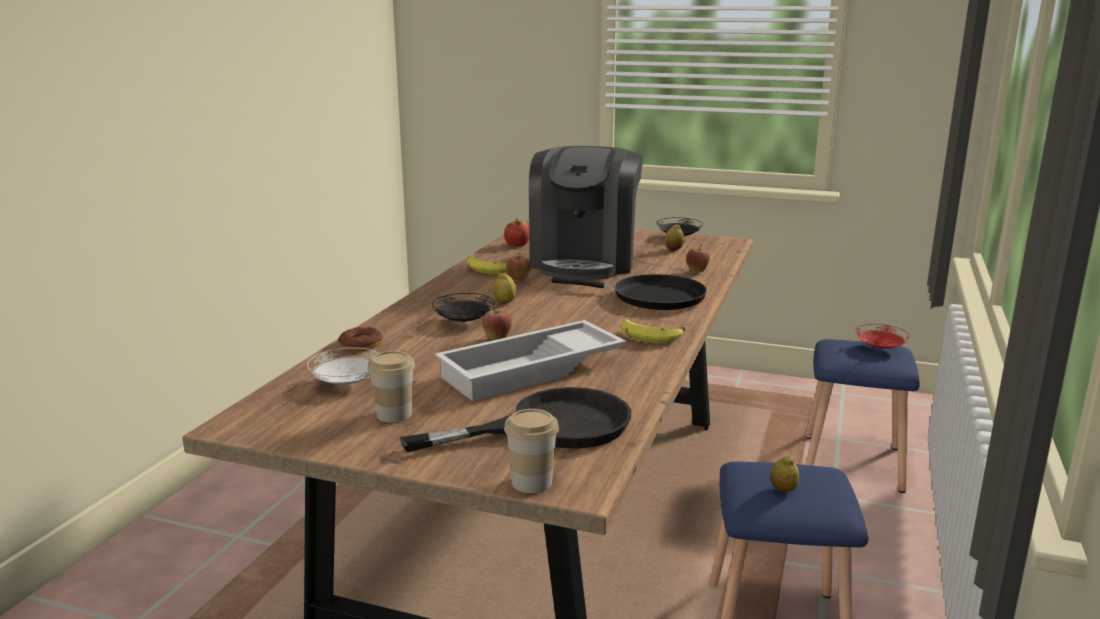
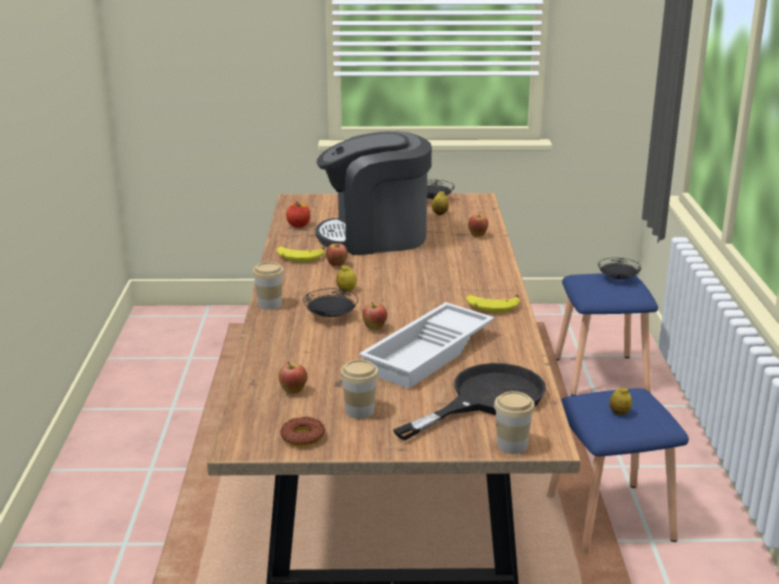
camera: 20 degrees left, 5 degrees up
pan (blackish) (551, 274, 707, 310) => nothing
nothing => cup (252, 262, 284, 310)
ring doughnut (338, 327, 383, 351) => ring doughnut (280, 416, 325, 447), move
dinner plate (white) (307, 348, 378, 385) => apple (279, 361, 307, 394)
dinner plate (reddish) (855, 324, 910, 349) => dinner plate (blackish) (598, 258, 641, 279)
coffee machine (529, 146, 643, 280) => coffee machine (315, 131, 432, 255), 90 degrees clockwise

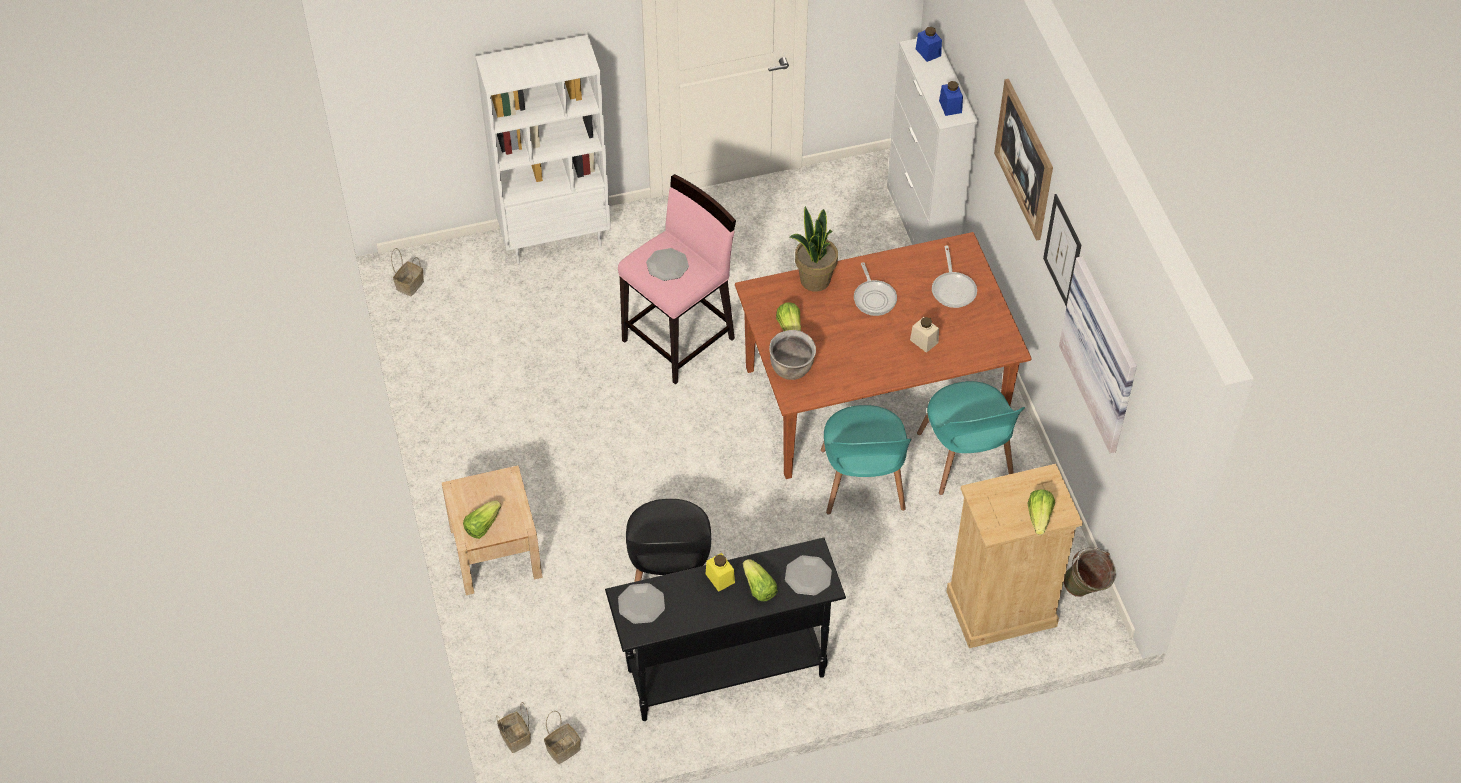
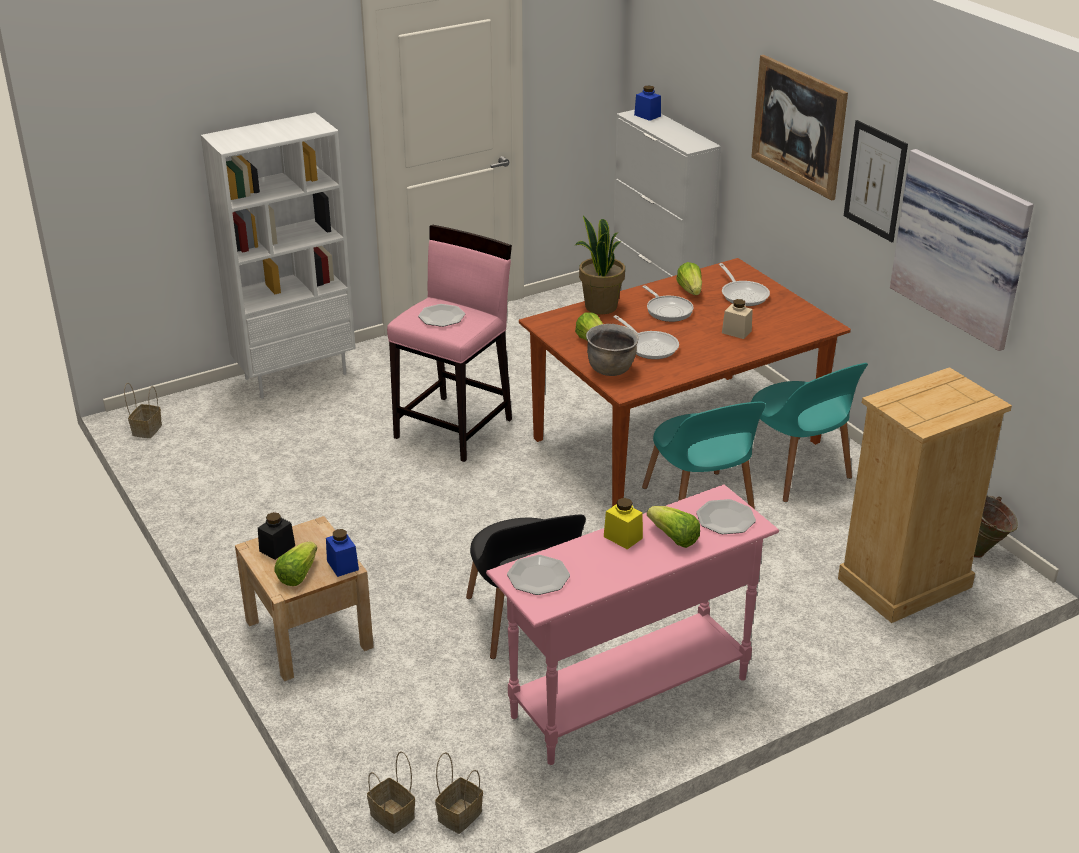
camera: 15 degrees left, 20 degrees down
nothing => storage jar (blackish) (258, 512, 295, 560)
nothing => pan (614, 315, 679, 359)
storage jar (blue-coloured) (939, 81, 963, 116) => storage jar (blue-coloured) (326, 529, 359, 577), move
head of lettuce (1027, 489, 1055, 535) => head of lettuce (676, 262, 702, 295), move
console table (blackish) (605, 537, 846, 721) => console table (pink) (486, 484, 779, 765)

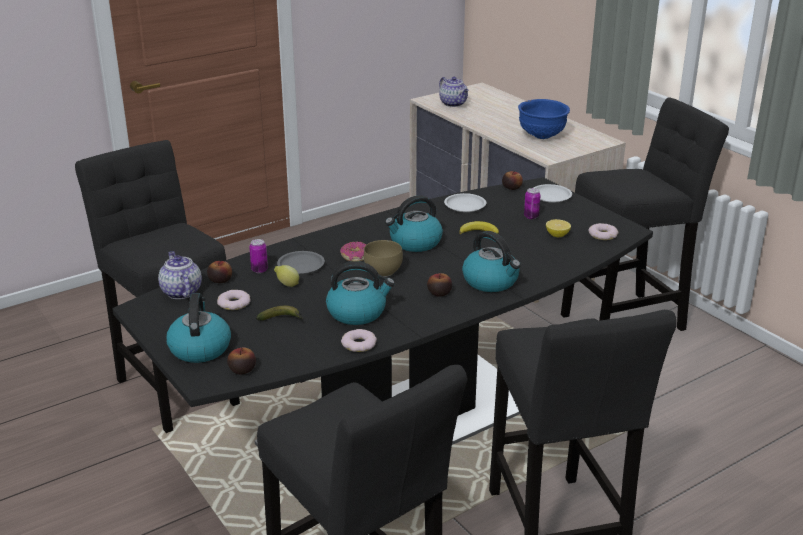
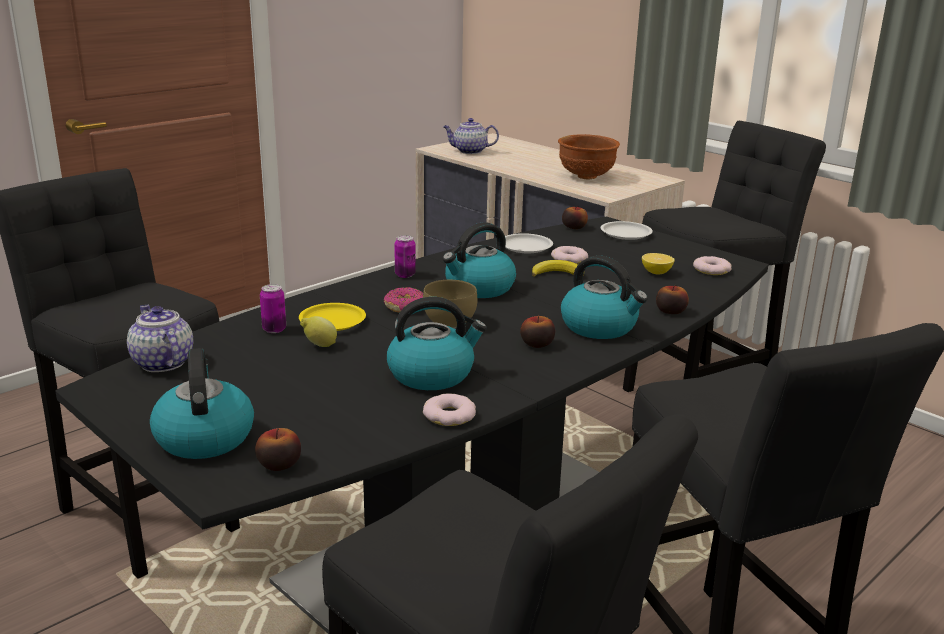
camera: 10 degrees left, 5 degrees down
banana (256, 306, 303, 320) => nothing
apple (207, 261, 232, 283) => apple (656, 285, 689, 314), move
ring doughnut (217, 290, 251, 310) => ring doughnut (551, 246, 588, 264), move
metal can (524, 188, 541, 219) => metal can (394, 235, 416, 278), move
dinner plate (gray) (277, 251, 325, 274) => dinner plate (yellowish) (299, 303, 366, 331)
serving bowl (blue-coloured) (518, 99, 570, 139) => serving bowl (brown) (558, 134, 620, 179)
pot for tea (439, 77, 469, 107) => pot for tea (443, 118, 499, 154), 135 degrees clockwise

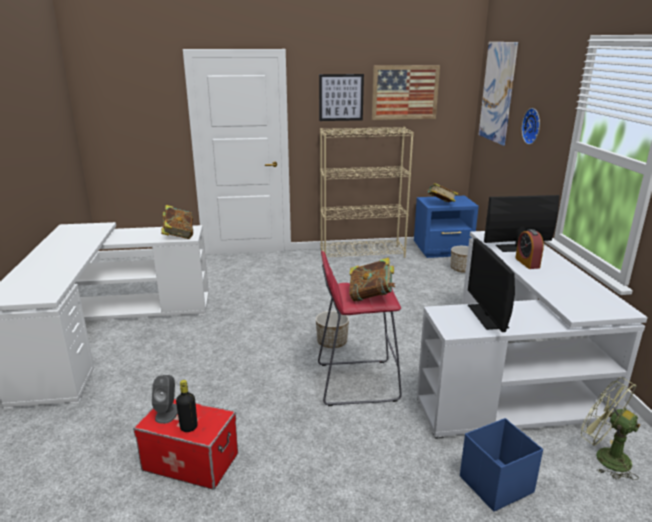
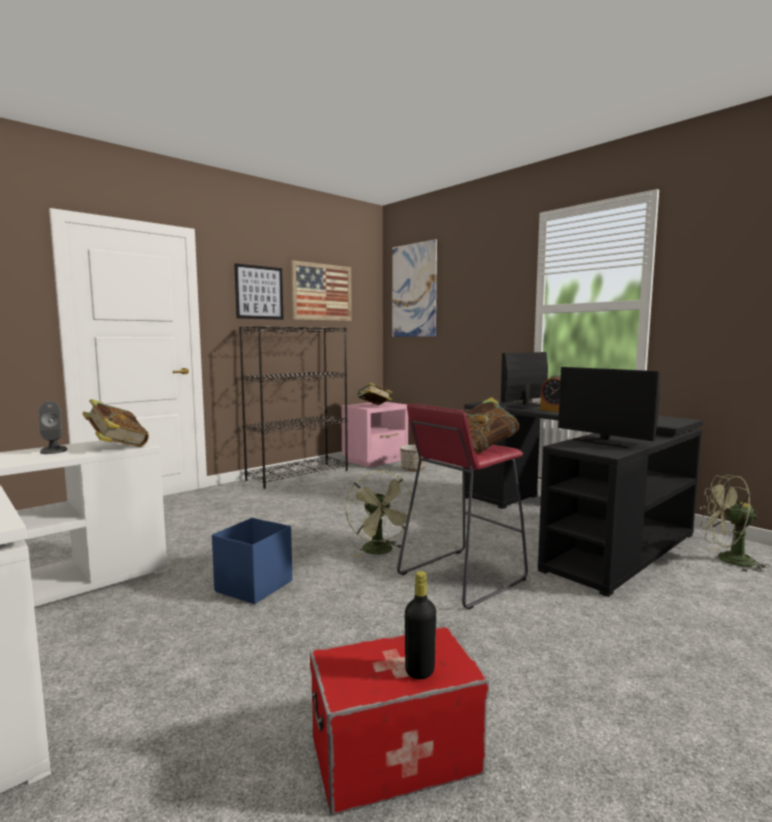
camera: 35 degrees left, 15 degrees down
wall clock (522, 108, 540, 144) => nothing
speaker (gray) (152, 375, 178, 424) => speaker (gray) (39, 401, 67, 454), move
storage box (blue-coloured) (460, 418, 543, 512) => storage box (blue-coloured) (212, 518, 292, 604), move
flower pot (316, 311, 349, 348) => fan (greenish) (345, 471, 415, 557)
bookcase (beige) (320, 127, 414, 258) => bookcase (blackish) (239, 326, 348, 489)
nightstand (blue-coloured) (414, 196, 479, 258) => nightstand (pink) (341, 402, 408, 467)
desk unit (white) (417, 231, 648, 439) => desk unit (blackish) (462, 399, 703, 597)

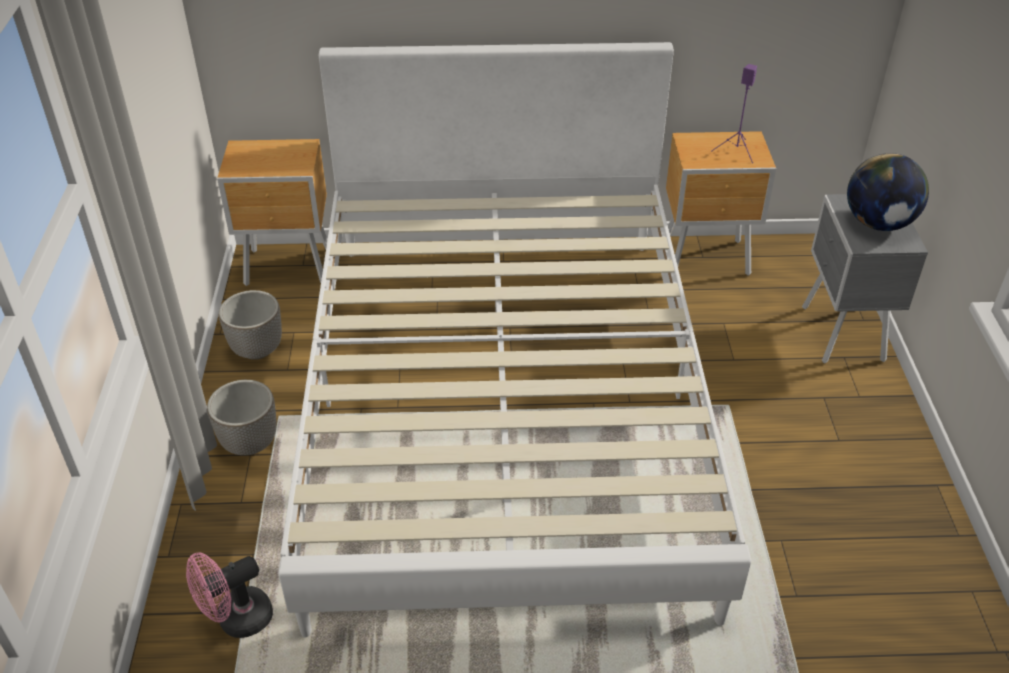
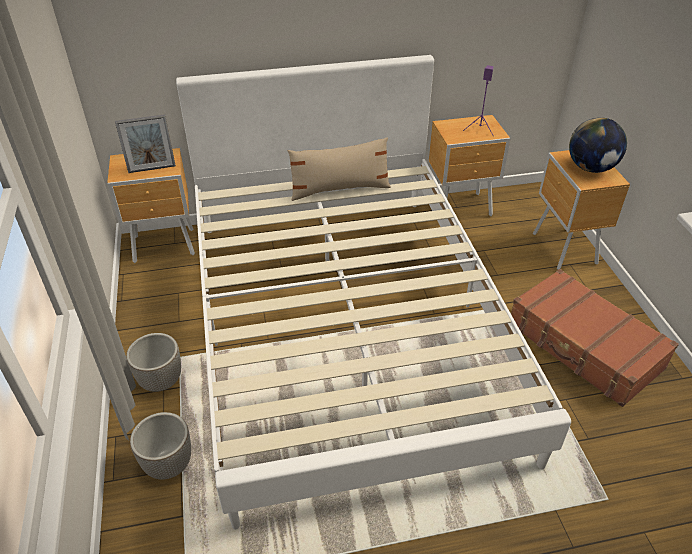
camera: 10 degrees left, 0 degrees up
fan (pink) (186, 552, 273, 638) => nothing
nothing => photo frame (115, 114, 176, 173)
nothing => cushion (beige) (288, 137, 391, 201)
nothing => suitcase (brown) (511, 269, 679, 407)
flower pot (219, 290, 282, 360) => flower pot (130, 412, 191, 479), move
nightstand (gray) (802, 194, 928, 363) => nightstand (brown) (533, 150, 630, 270)

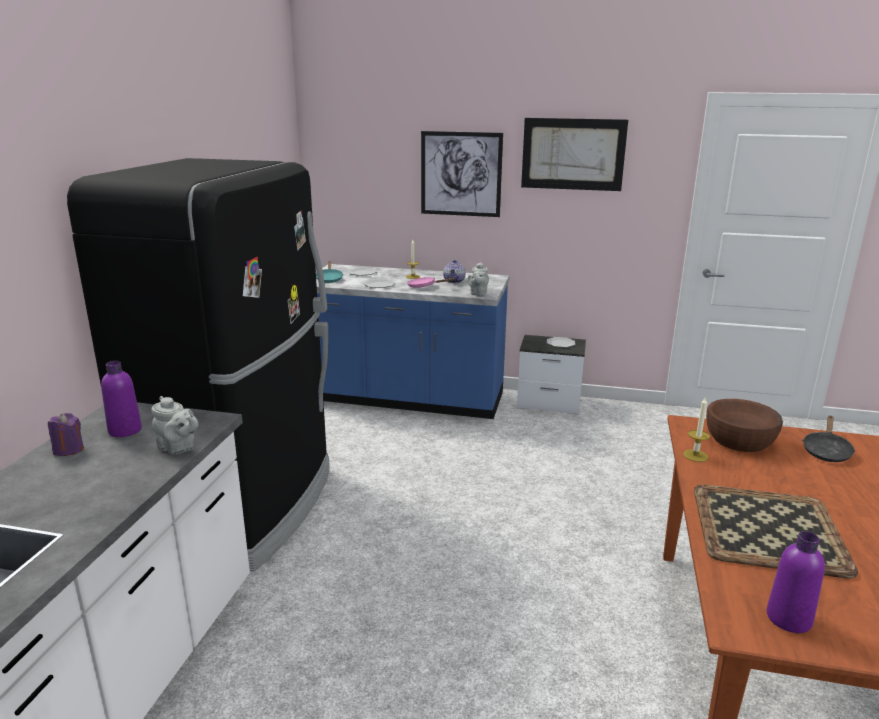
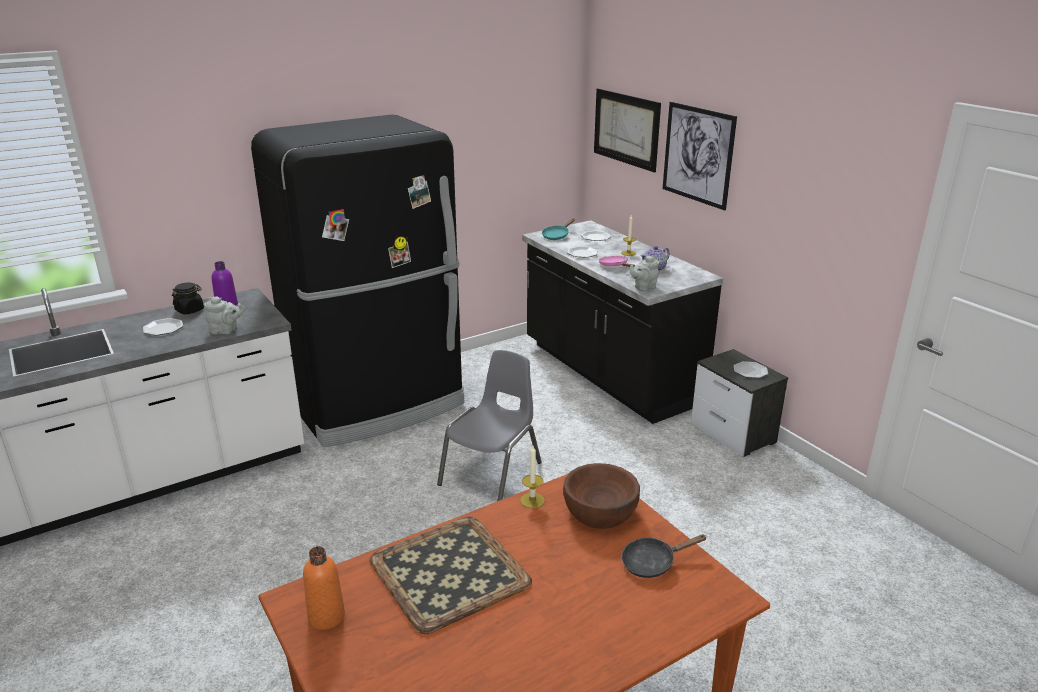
camera: 45 degrees right, 5 degrees up
nothing => dinner plate (143, 318, 183, 336)
nothing => plain chair (gray) (437, 350, 542, 501)
wall art (521, 118, 628, 191) => wall art (594, 88, 661, 172), move
candle (purple) (48, 413, 84, 456) => storage jar (blackish) (172, 283, 204, 315)
kitchen base unit (blue-coloured) (316, 264, 510, 419) => kitchen base unit (blackish) (522, 220, 723, 424)
drink bottle (purple) (767, 531, 825, 633) => drink bottle (orangey) (303, 546, 345, 630)
pot for tea (gray) (152, 396, 199, 454) => pot for tea (gray) (204, 296, 245, 334), 75 degrees counterclockwise

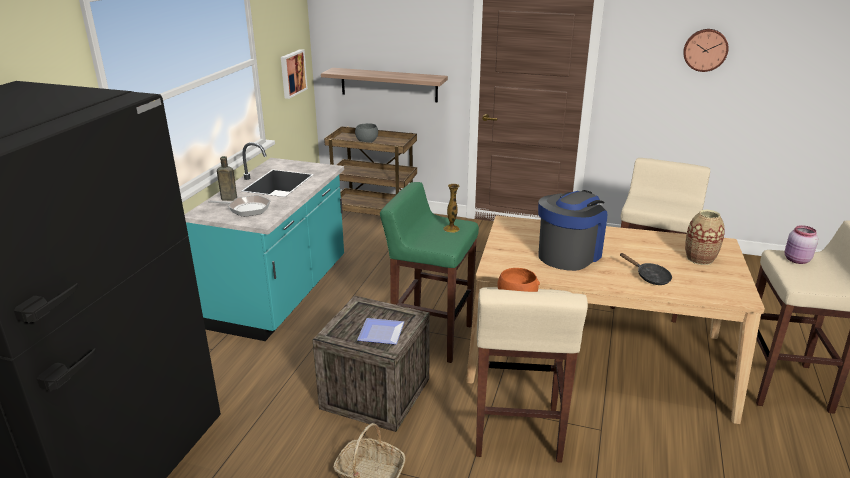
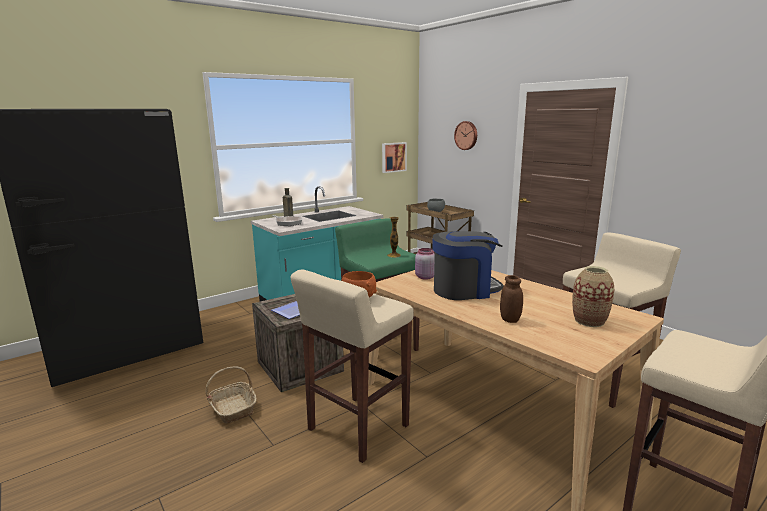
camera: 35 degrees right, 10 degrees down
wall shelf (321, 68, 448, 102) => nothing
wall clock (683, 29, 729, 72) => wall clock (454, 121, 477, 150), move
storage jar (pink) (785, 225, 818, 264) => storage jar (pink) (415, 248, 435, 280), move
pan (blackish) (620, 253, 672, 285) => storage jar (brown) (500, 275, 523, 323)

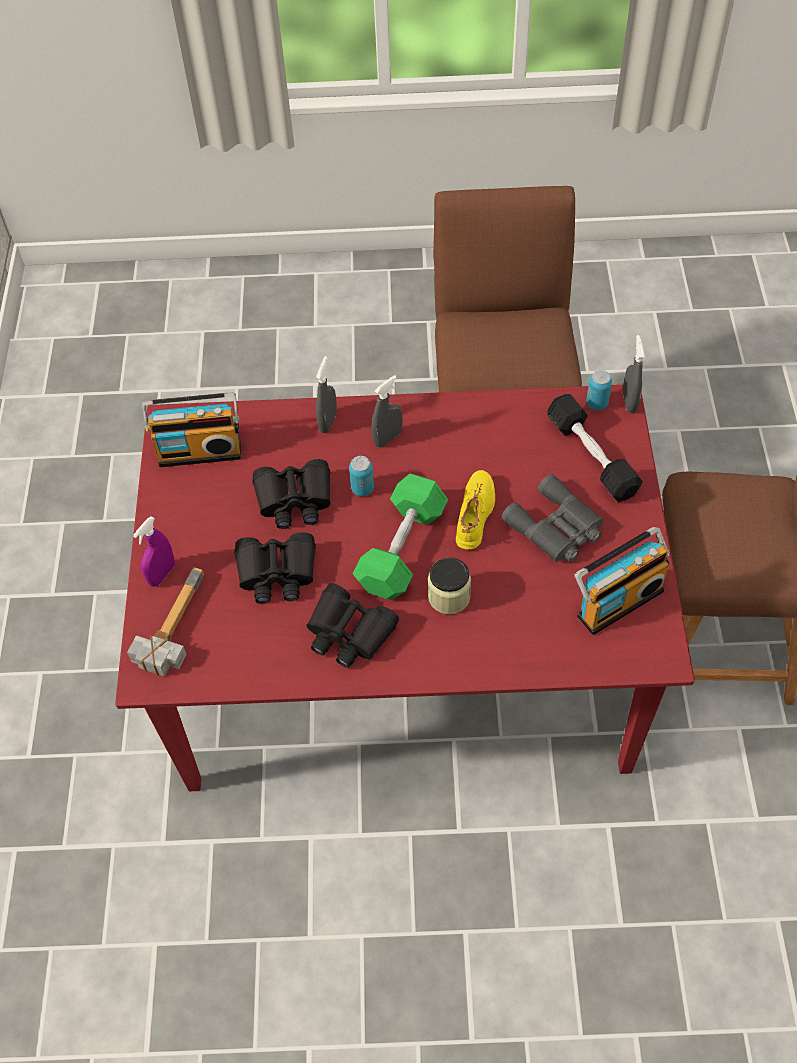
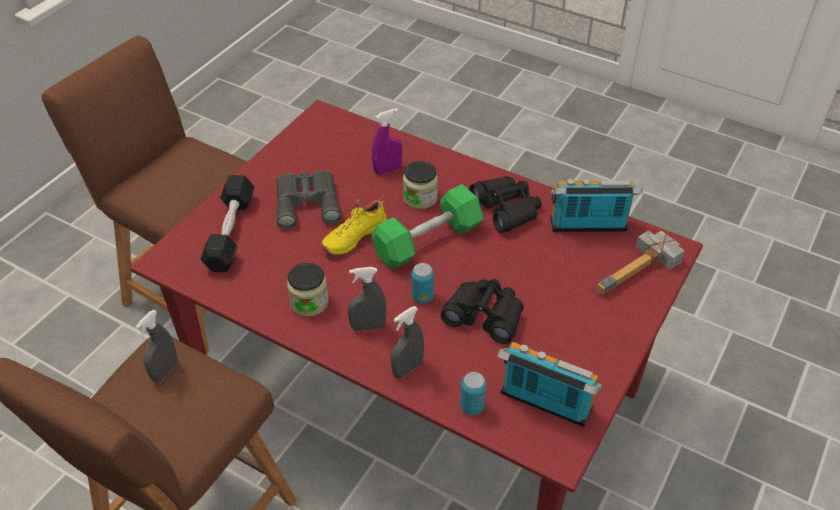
camera: 150 degrees left, 10 degrees down
binoculars (blackish) (234, 532, 316, 604) => nothing
nothing => storage jar (287, 263, 329, 317)
hand sprayer (purple) (133, 516, 175, 587) => hand sprayer (purple) (372, 108, 403, 175), move
radio receiver (575, 527, 670, 635) => radio receiver (550, 179, 643, 232), move
metal can (586, 370, 612, 410) => metal can (460, 372, 487, 415), move
hand sprayer (gray) (623, 335, 645, 413) => hand sprayer (gray) (135, 310, 177, 382), move

